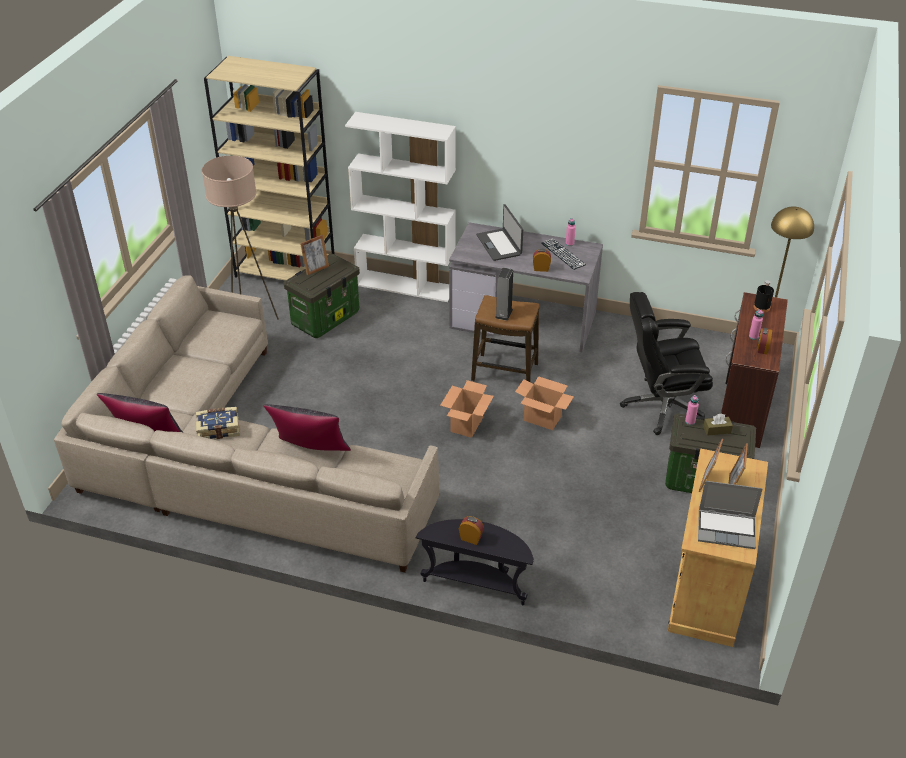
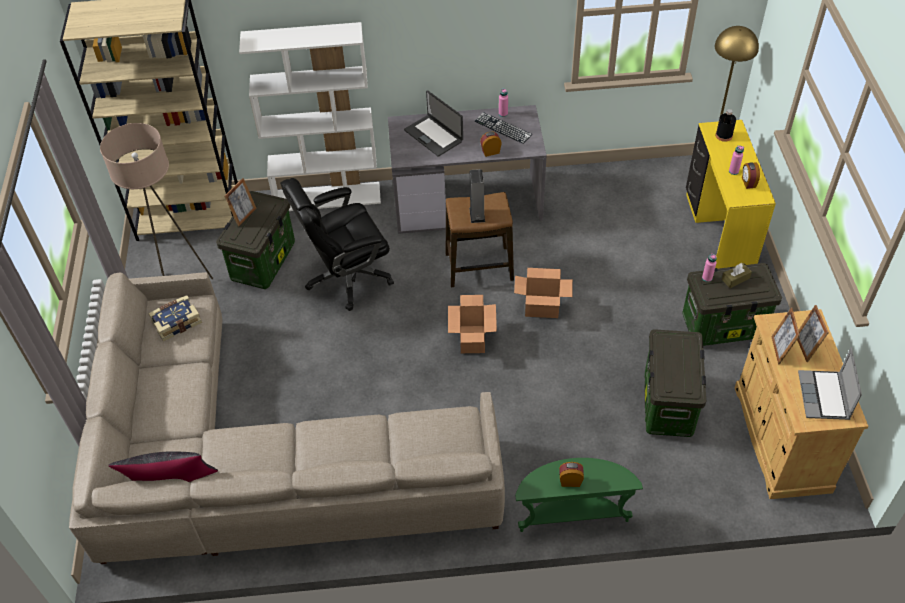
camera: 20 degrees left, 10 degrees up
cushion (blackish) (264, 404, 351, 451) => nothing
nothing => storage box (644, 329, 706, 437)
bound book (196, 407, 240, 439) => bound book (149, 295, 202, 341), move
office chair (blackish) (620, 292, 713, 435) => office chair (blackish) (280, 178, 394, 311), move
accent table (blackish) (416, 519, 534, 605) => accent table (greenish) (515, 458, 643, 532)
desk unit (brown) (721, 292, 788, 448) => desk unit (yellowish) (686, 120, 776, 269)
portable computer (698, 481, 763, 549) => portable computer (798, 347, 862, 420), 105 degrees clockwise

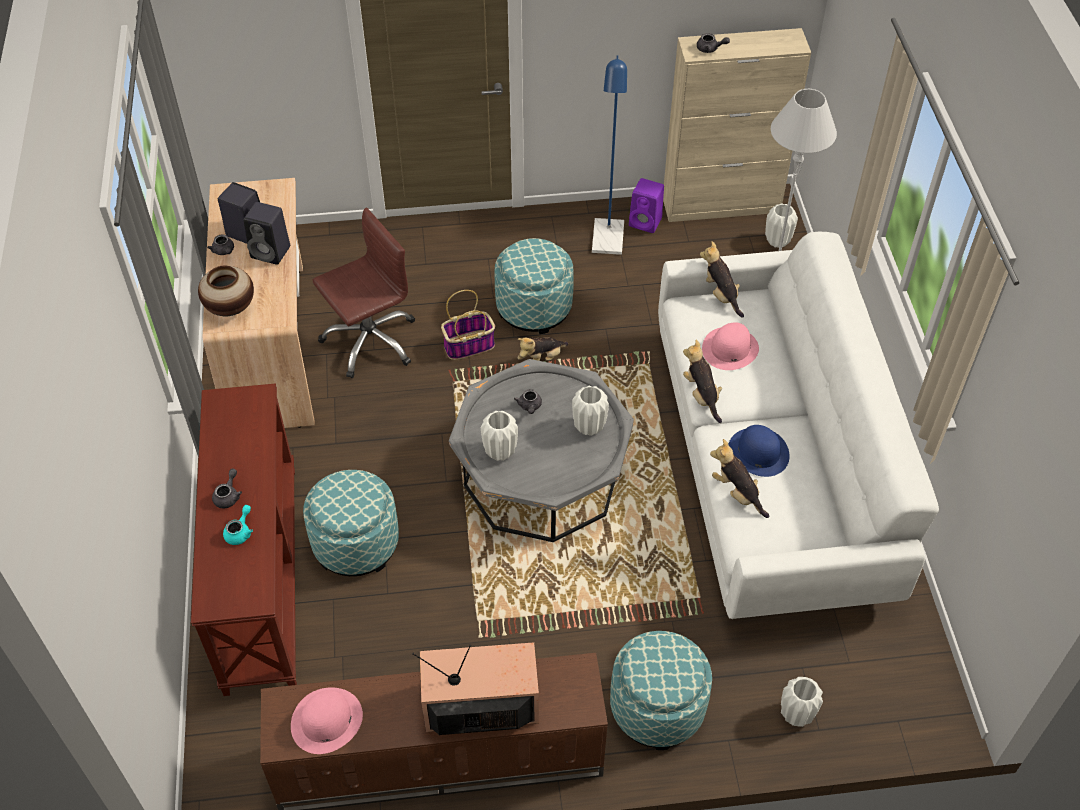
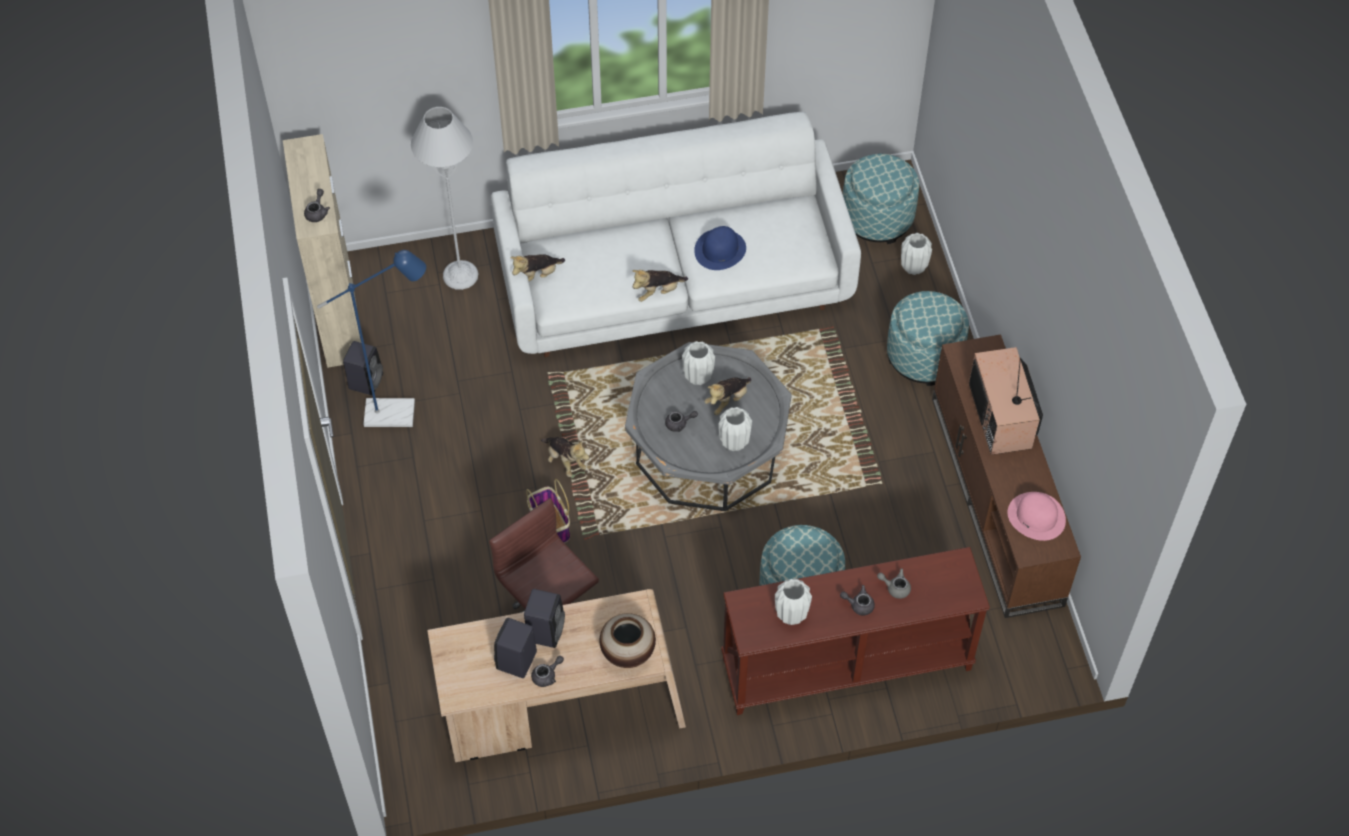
camera: 95 degrees left, 5 degrees up
clothing hat (pink) (702, 322, 759, 370) => nothing
pouffe (495, 238, 574, 334) => pouffe (843, 154, 919, 244), move
soft toy (710, 439, 770, 518) => soft toy (704, 377, 751, 415), move
decorative vase (white) (765, 203, 798, 248) => decorative vase (white) (775, 579, 812, 625), move
pot for tea (blue-green) (223, 505, 253, 545) => pot for tea (gray) (877, 568, 911, 599)
speaker (purple) (629, 178, 664, 233) => speaker (blackish) (343, 341, 383, 395)

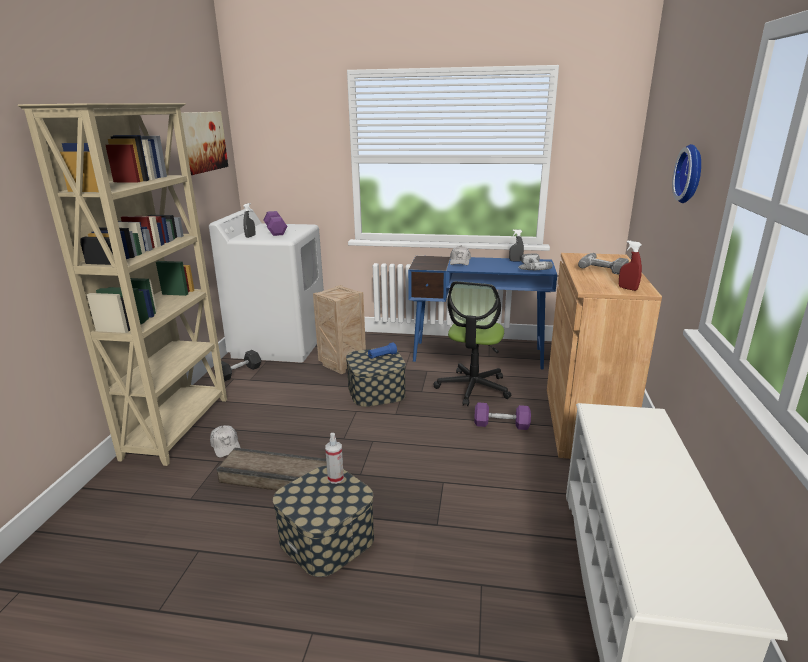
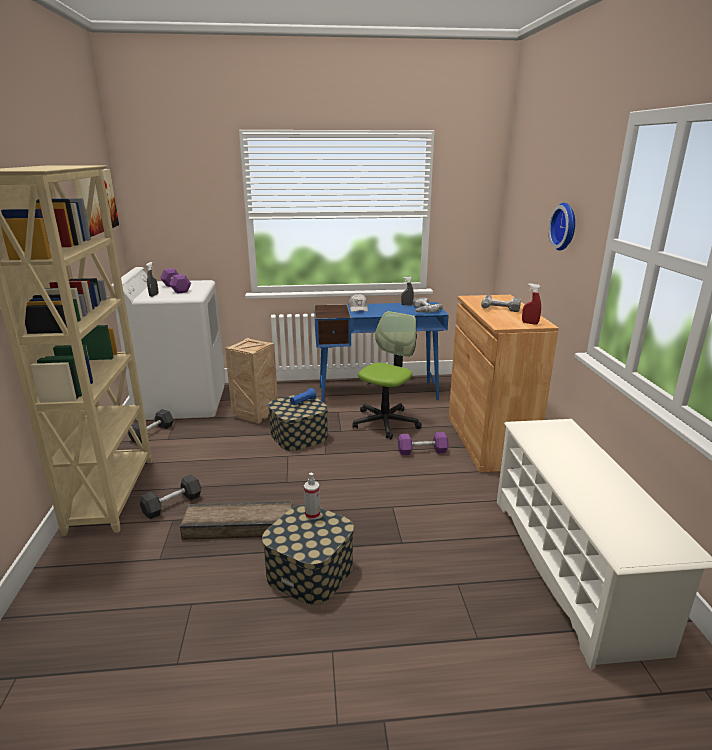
camera: 15 degrees left, 0 degrees up
peaked cap (white) (210, 425, 241, 458) => free weight (gray) (140, 474, 201, 519)
office chair (433, 281, 511, 406) => office chair (352, 311, 422, 439), 150 degrees counterclockwise

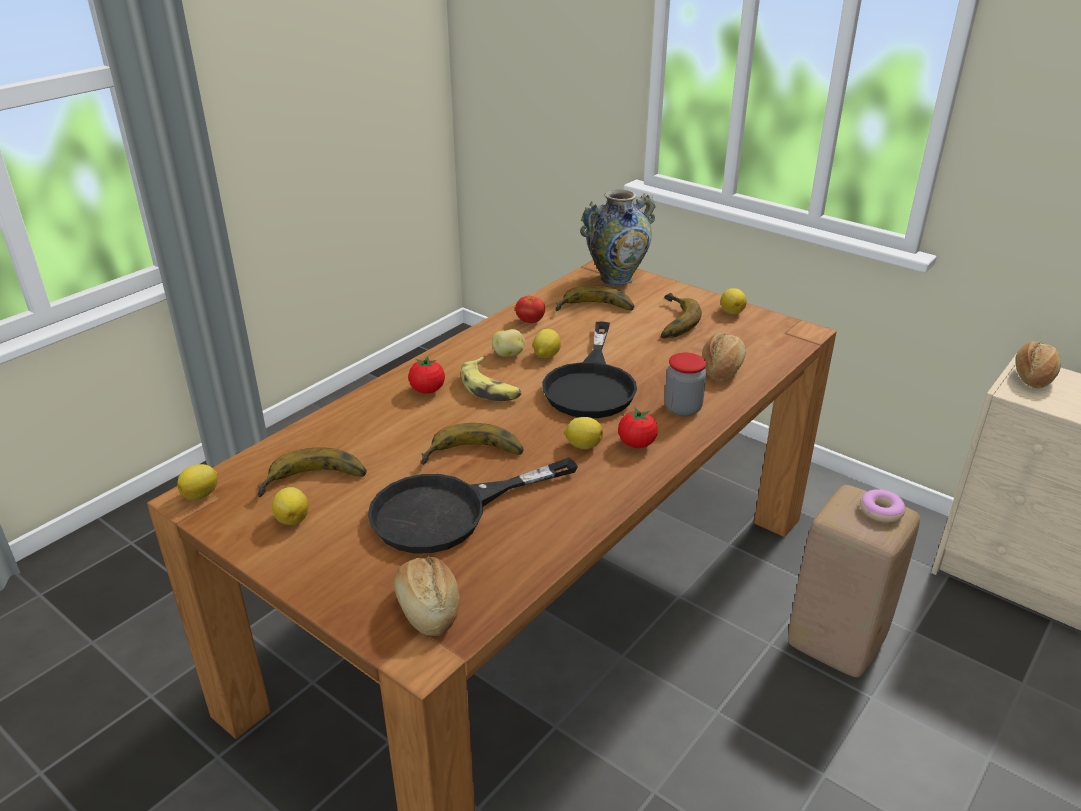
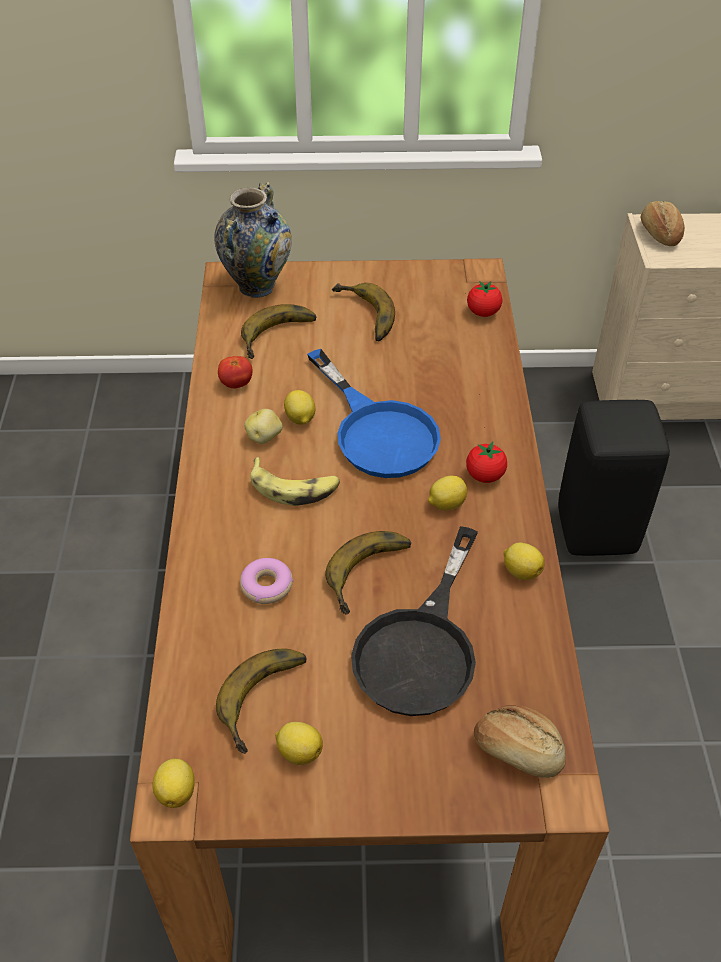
camera: 40 degrees left, 15 degrees up
storage jar (665, 353, 706, 416) => nothing
bakery bread (702, 333, 746, 381) => nothing
tomato (408, 356, 445, 394) => tomato (467, 281, 502, 317), move
whole lemon (721, 288, 747, 314) => whole lemon (504, 543, 545, 580), move
ring doughnut (860, 489, 906, 523) => ring doughnut (240, 558, 293, 604), move
pan (blackish) (542, 322, 637, 418) => pan (blue-coloured) (307, 349, 441, 478)
sitting stool (beige) (788, 485, 920, 677) => sitting stool (blackish) (558, 400, 670, 556)

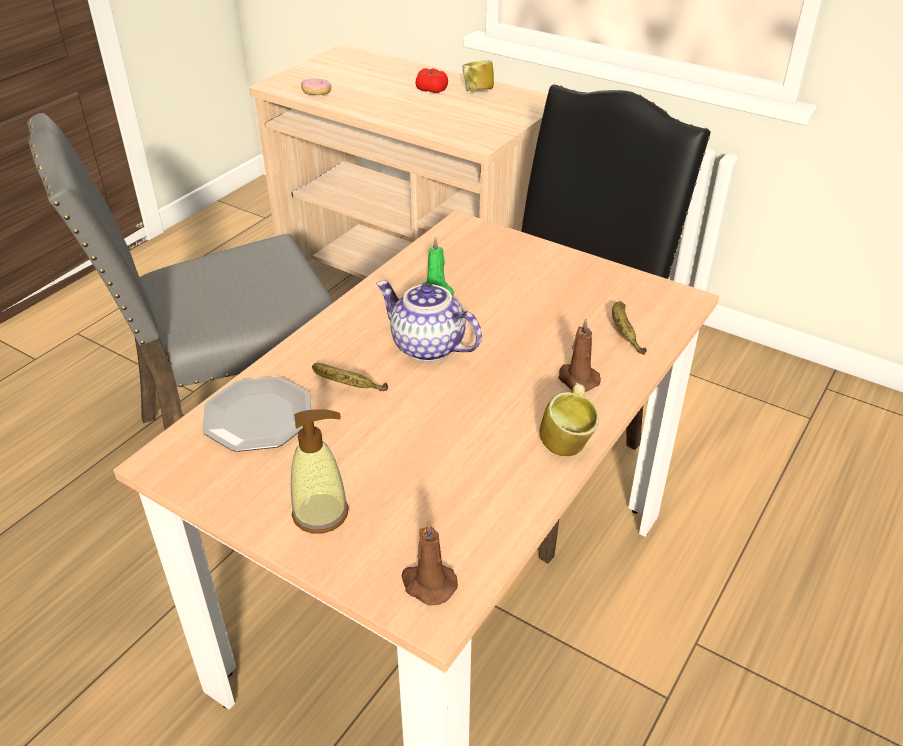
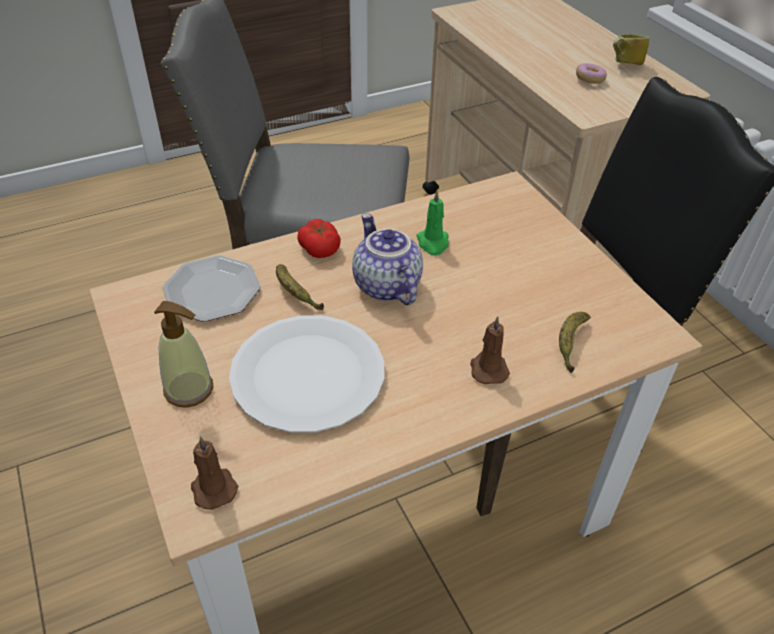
camera: 30 degrees right, 5 degrees up
coffee mug (540, 383, 599, 456) => nothing
nothing => dinner plate (white) (229, 315, 384, 433)
ring doughnut (301, 78, 331, 95) => ring doughnut (576, 63, 607, 84), move
tomato (415, 68, 448, 93) => tomato (297, 219, 341, 258), move

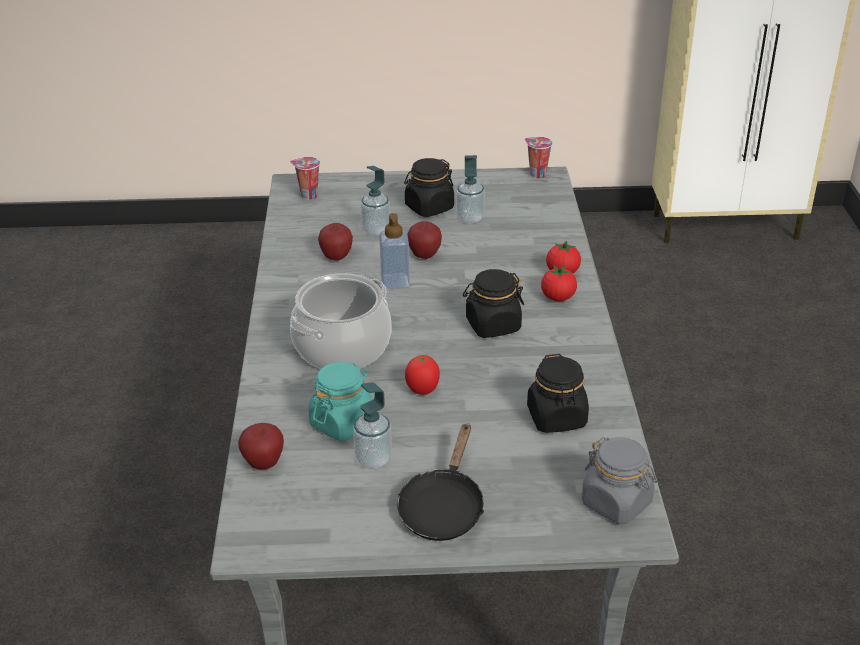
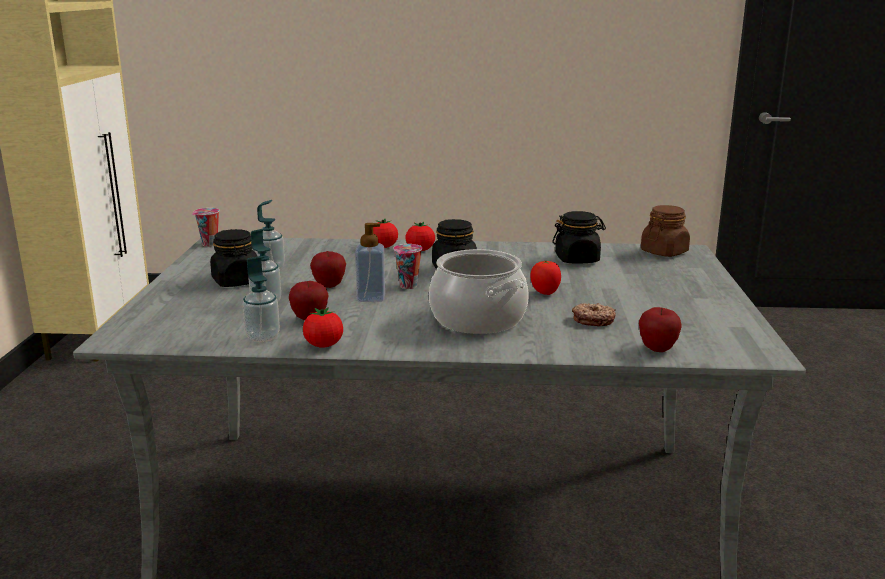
camera: 85 degrees left, 15 degrees down
pan (blackish) (397, 423, 484, 541) => nothing
nothing => tomato (303, 307, 343, 348)
cup (290, 157, 320, 200) => cup (394, 244, 422, 289), move
soap bottle (353, 382, 392, 468) => soap bottle (242, 256, 280, 342), move
storage jar (blue-green) (308, 362, 373, 441) => ring doughnut (572, 303, 616, 326)
storage jar (gray) (582, 437, 657, 524) => storage jar (brown) (641, 205, 690, 257)

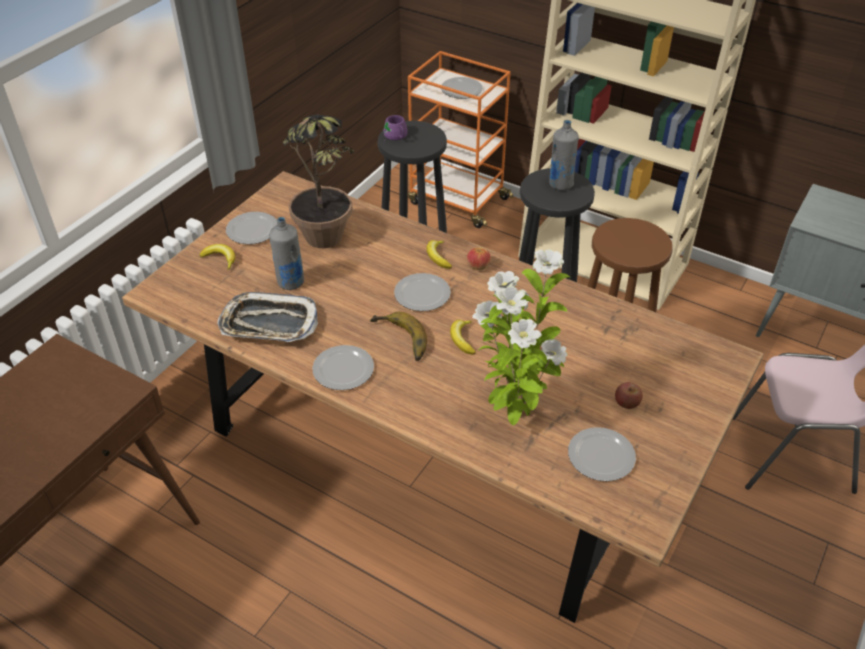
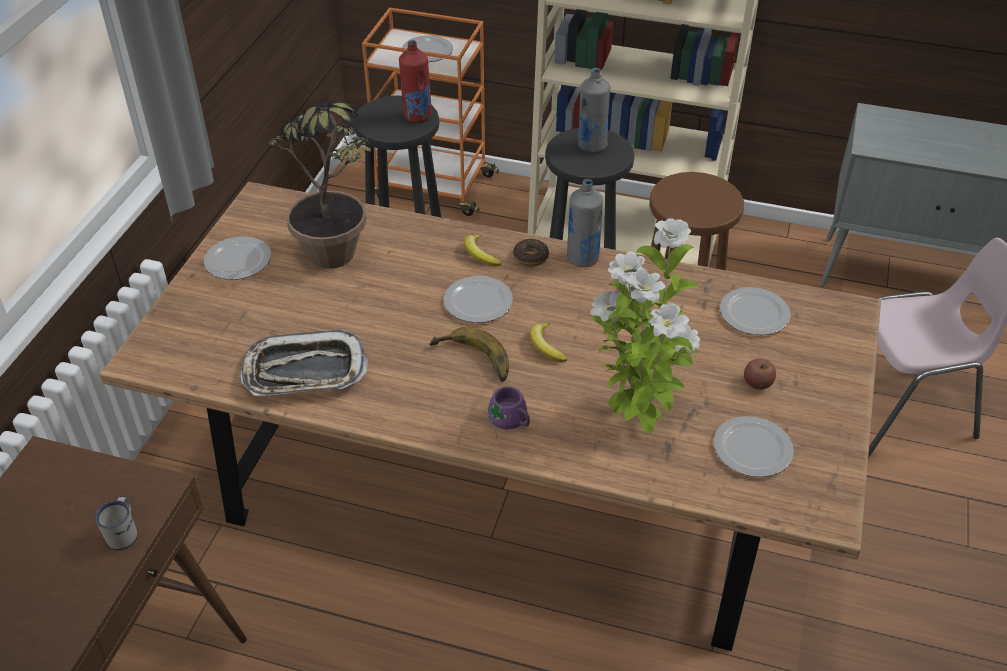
camera: 15 degrees left, 0 degrees up
banana (199, 244, 235, 271) => nothing
nothing => coffee mug (white) (95, 496, 138, 550)
nothing => drink bottle (reddish) (399, 40, 432, 123)
drink bottle (gray) (269, 217, 304, 290) => drink bottle (gray) (567, 179, 603, 267), move
dinner plate (312, 345, 374, 390) => dinner plate (720, 287, 791, 335), move
coffee mug (purple) (384, 115, 408, 142) => coffee mug (purple) (488, 386, 530, 438), move
apple (467, 247, 490, 270) => ring doughnut (513, 239, 549, 267)

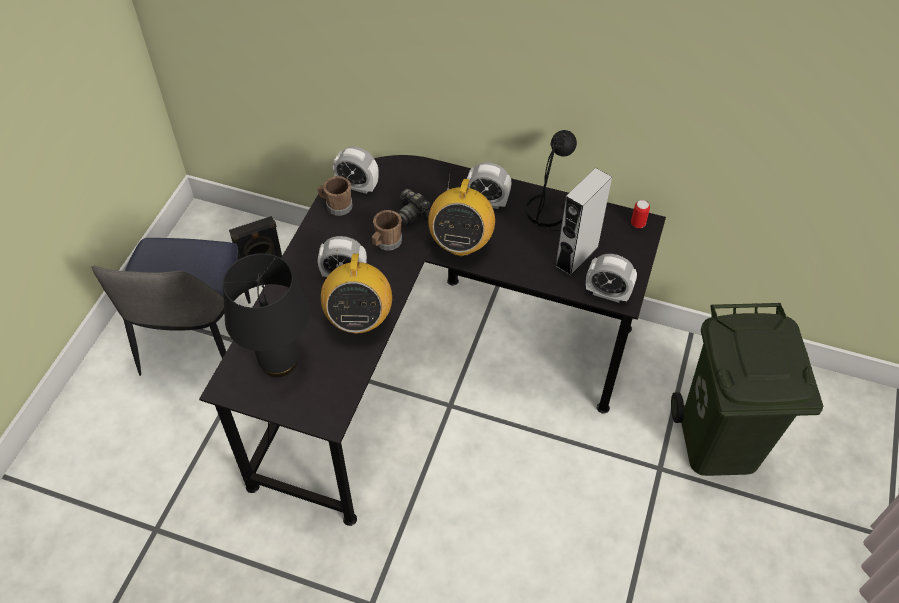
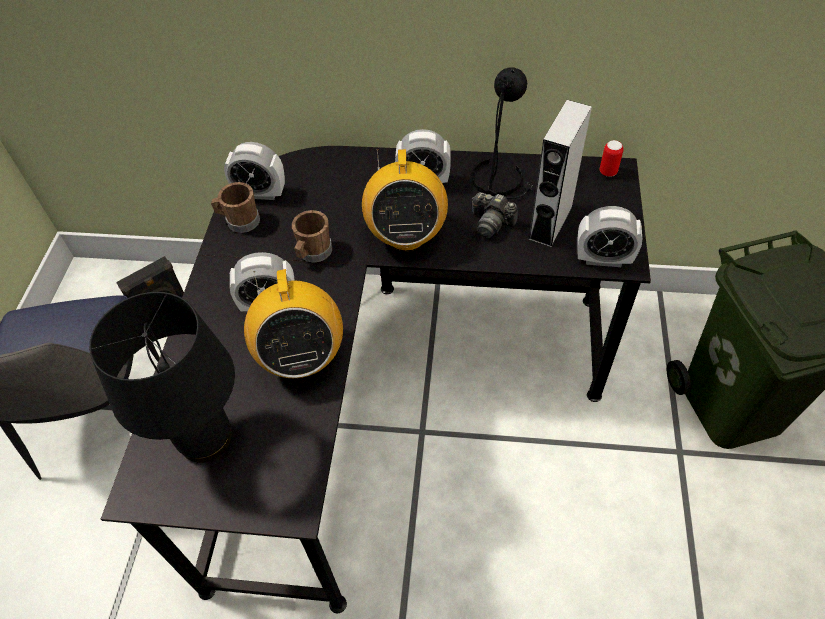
camera: 10 degrees left, 0 degrees up
still camera (398, 189, 431, 225) => still camera (472, 192, 518, 238), move

